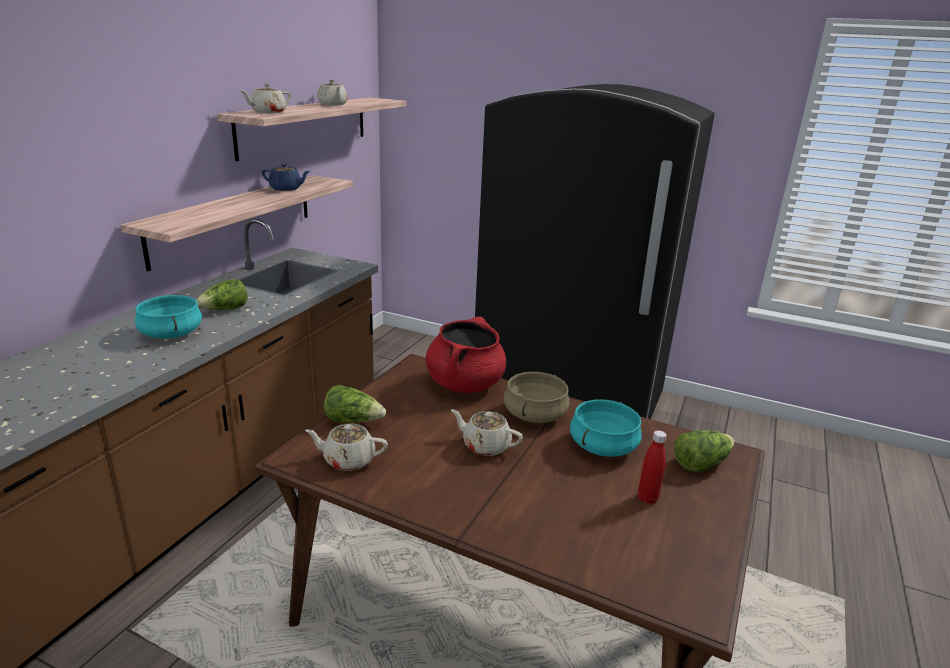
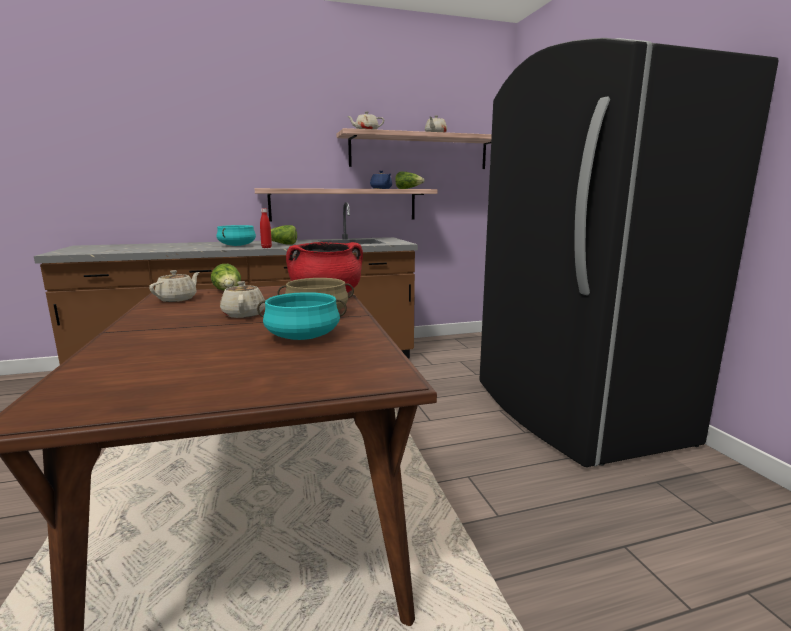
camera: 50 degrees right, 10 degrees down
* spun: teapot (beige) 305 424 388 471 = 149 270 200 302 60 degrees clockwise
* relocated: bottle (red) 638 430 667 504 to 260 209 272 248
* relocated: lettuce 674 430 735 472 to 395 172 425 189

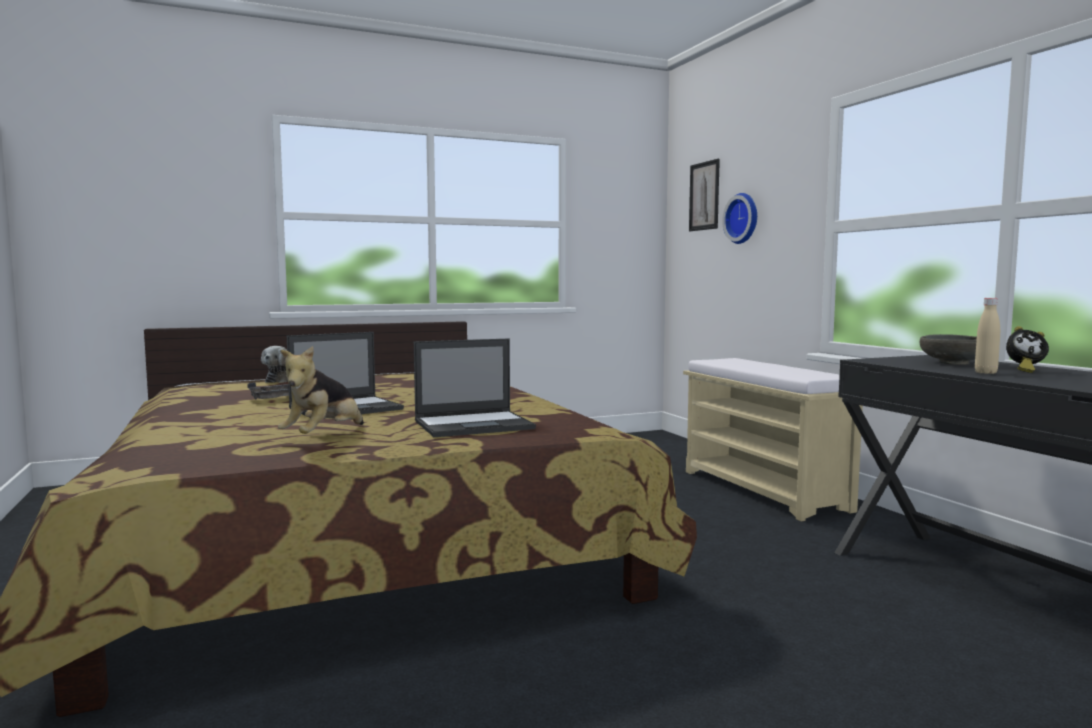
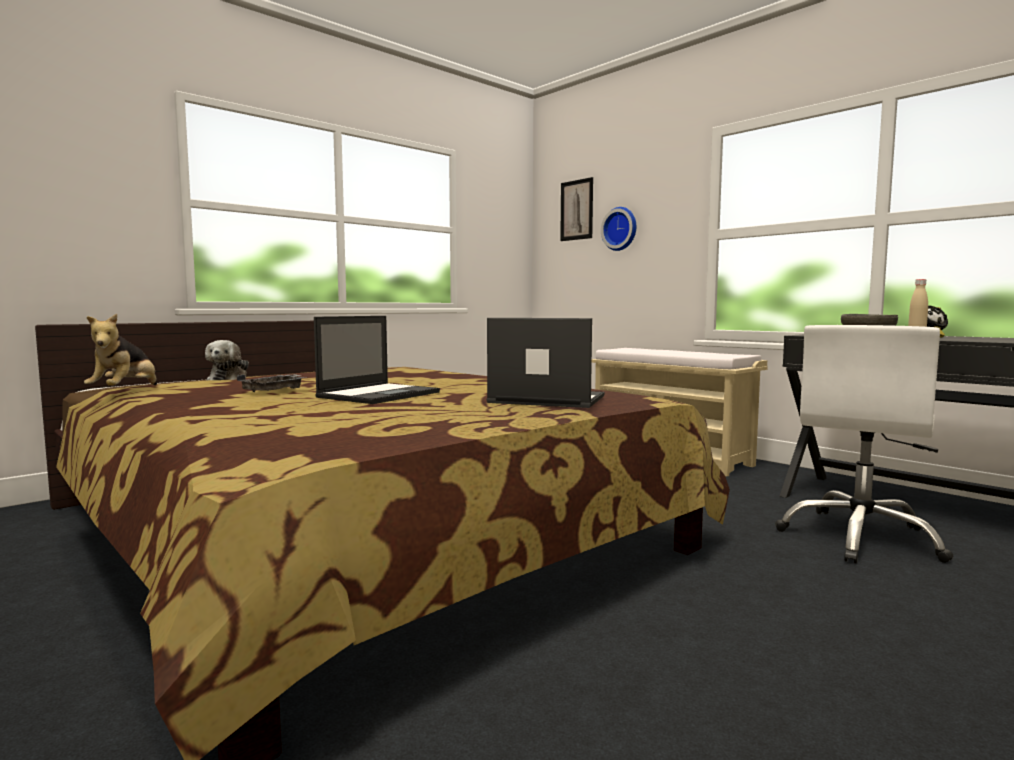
camera: 20 degrees left, 0 degrees up
* spun: laptop 414 338 536 437 = 487 318 605 408 120 degrees counterclockwise
* relocated: plush toy 278 346 364 434 to 84 314 157 386
* appeared: office chair (white) 775 325 953 563

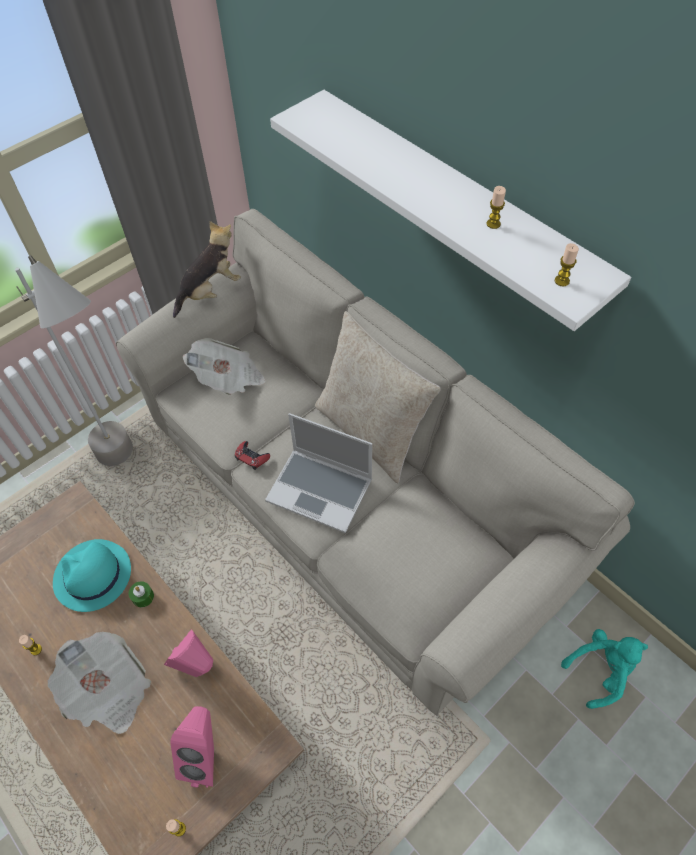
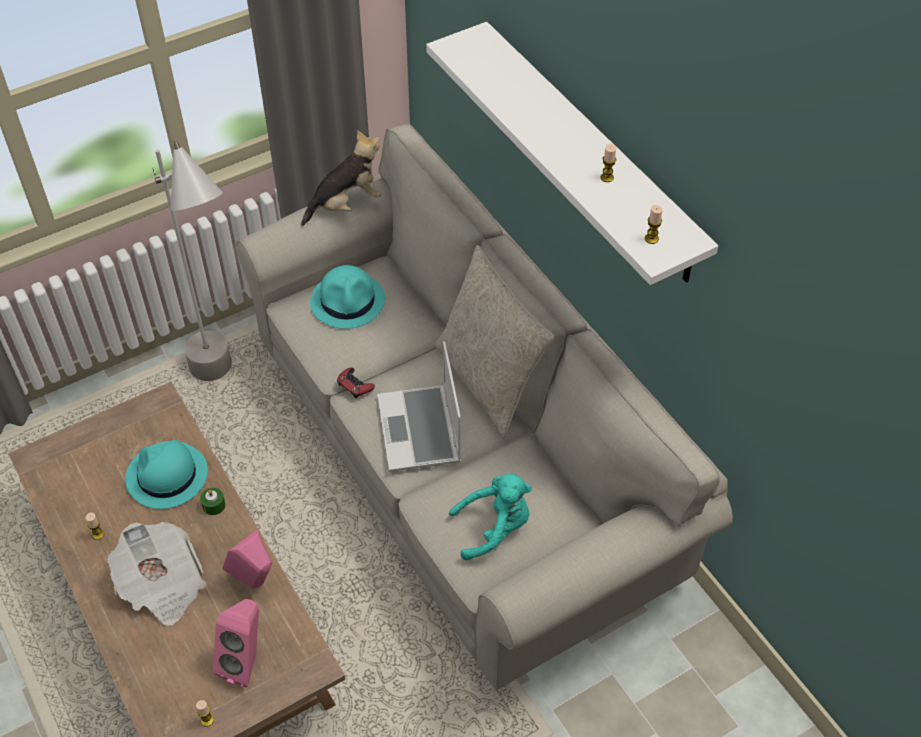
camera: 10 degrees right, 5 degrees down
* exchanged: newspaper 183 338 266 395 to hat (turquoise) 310 265 385 329
* spun: laptop 265 413 372 533 = 377 341 461 472 45 degrees clockwise
* relocated: plush toy (turquoise) 561 629 648 709 to 449 474 532 560

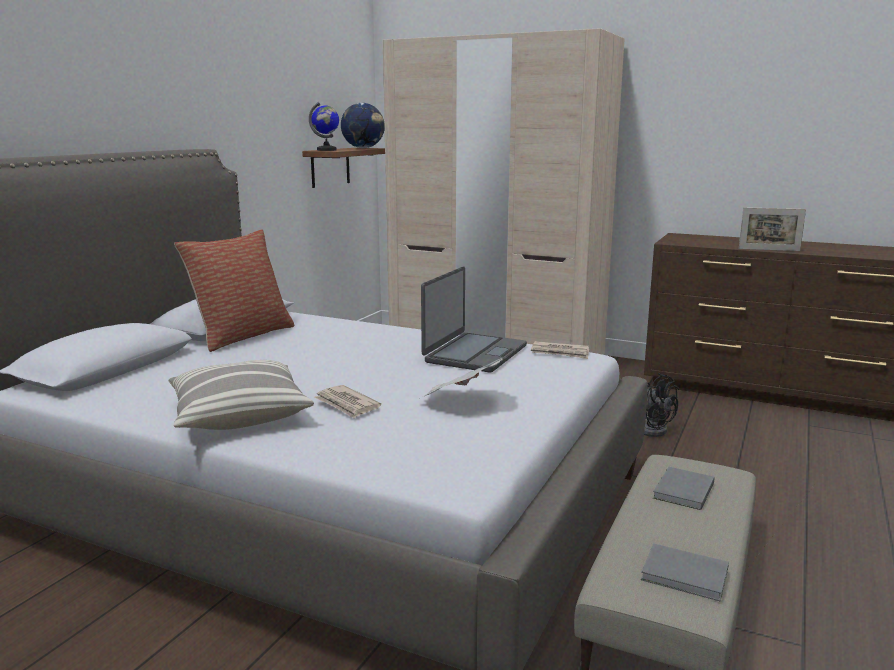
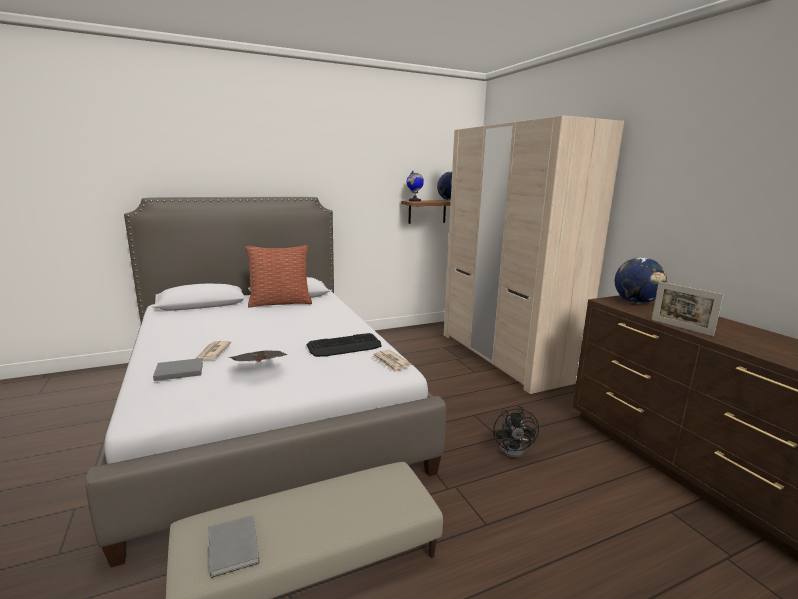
camera: 40 degrees right, 0 degrees up
* exchanged: laptop 421 266 527 373 to keyboard 307 333 382 357
* missing: pillow 168 360 314 430
* relocated: book (grey) 653 467 715 510 to 153 358 203 381
* appeared: globe 615 257 667 304

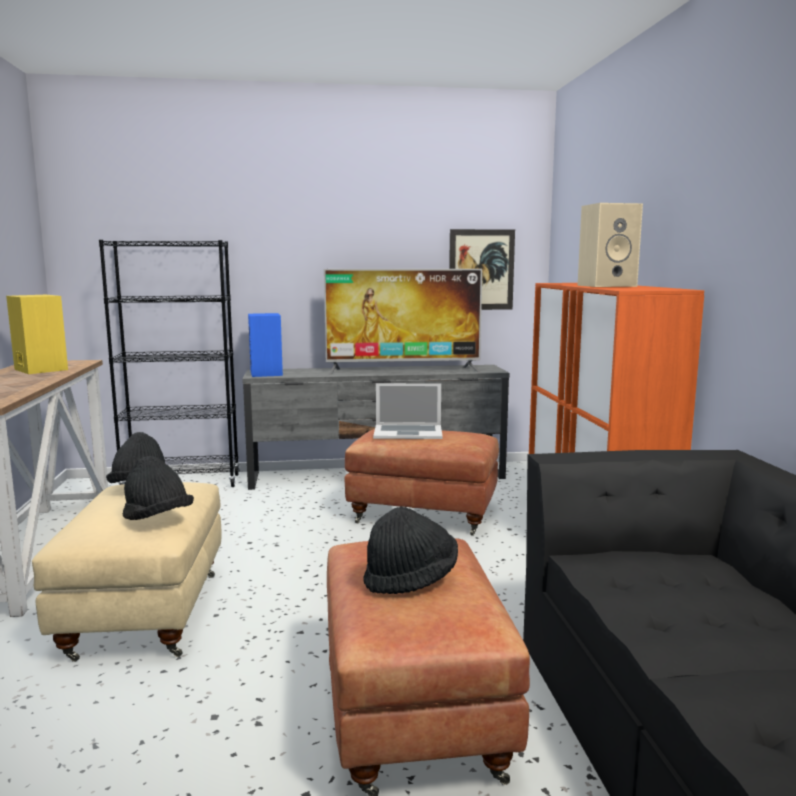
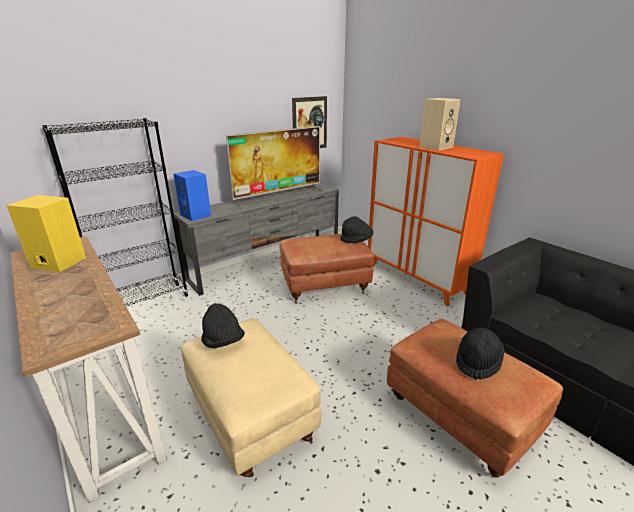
camera: 30 degrees left, 15 degrees up
* missing: laptop 373 383 443 439
* relocated: hat (black) 123 456 194 520 to 341 216 373 243

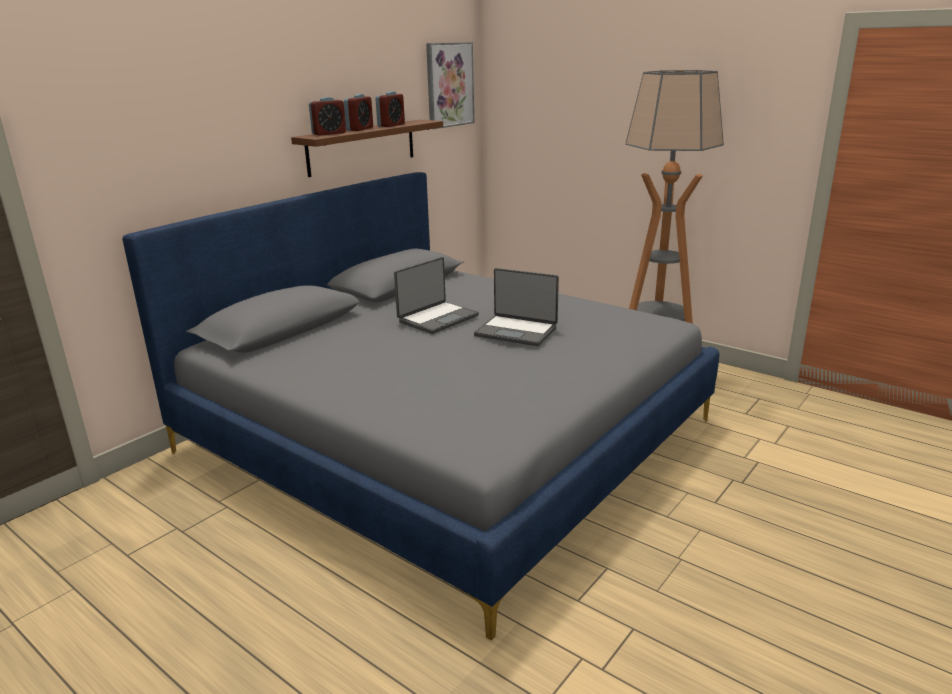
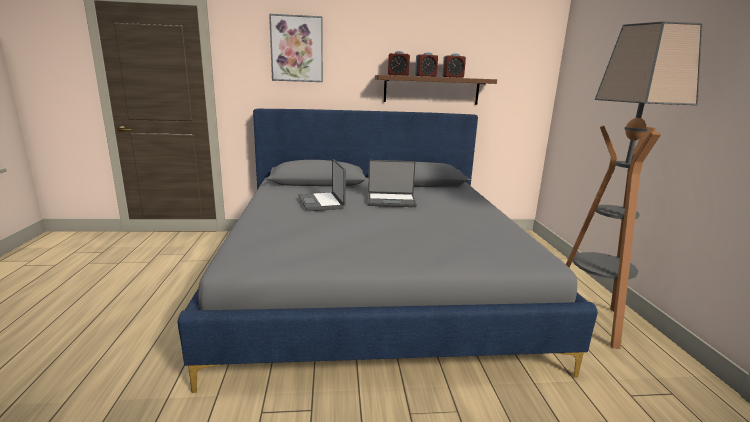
camera: 45 degrees right, 5 degrees down
* relocated: picture 426 42 474 129 to 269 14 323 82
* relocated: laptop 474 268 559 346 to 298 159 346 211

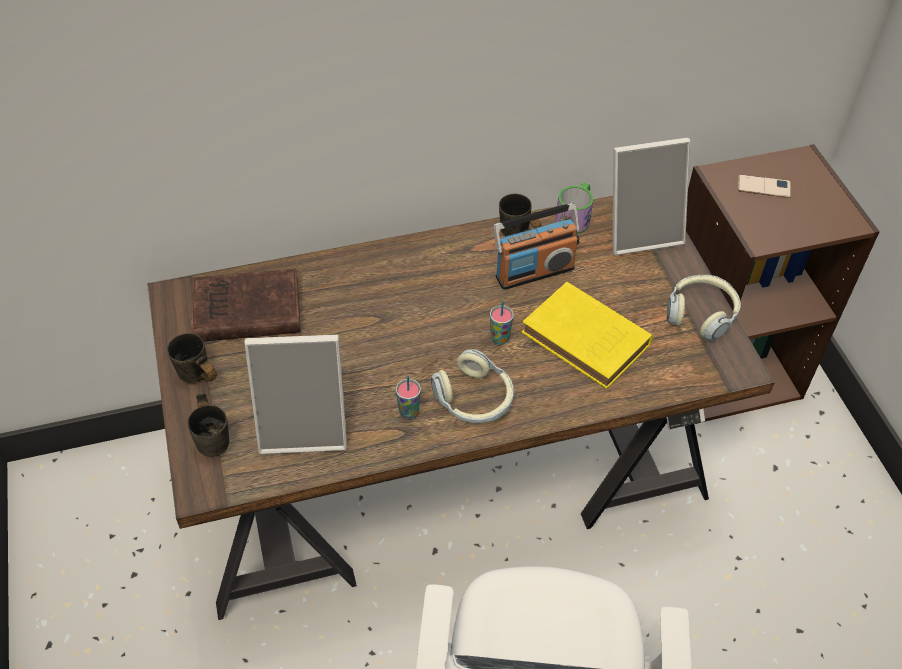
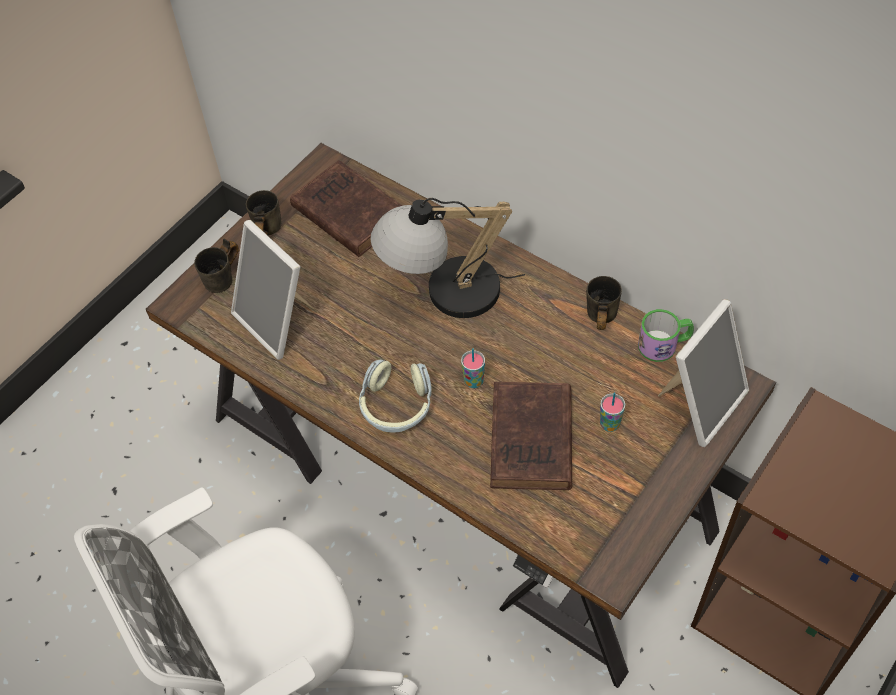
camera: 55 degrees right, 5 degrees up
* spun: picture frame 612 138 690 256 = 658 299 749 447 90 degrees counterclockwise
* missing: phone 738 174 791 198
* missing: radio 493 203 579 290
* missing: headphones 667 275 741 341
* colour: book (yellow) 521 282 653 389 to book (brown) 490 382 572 490
* relocated: cup 396 376 421 419 to 600 392 625 432
* appeared: table lamp 371 198 525 318

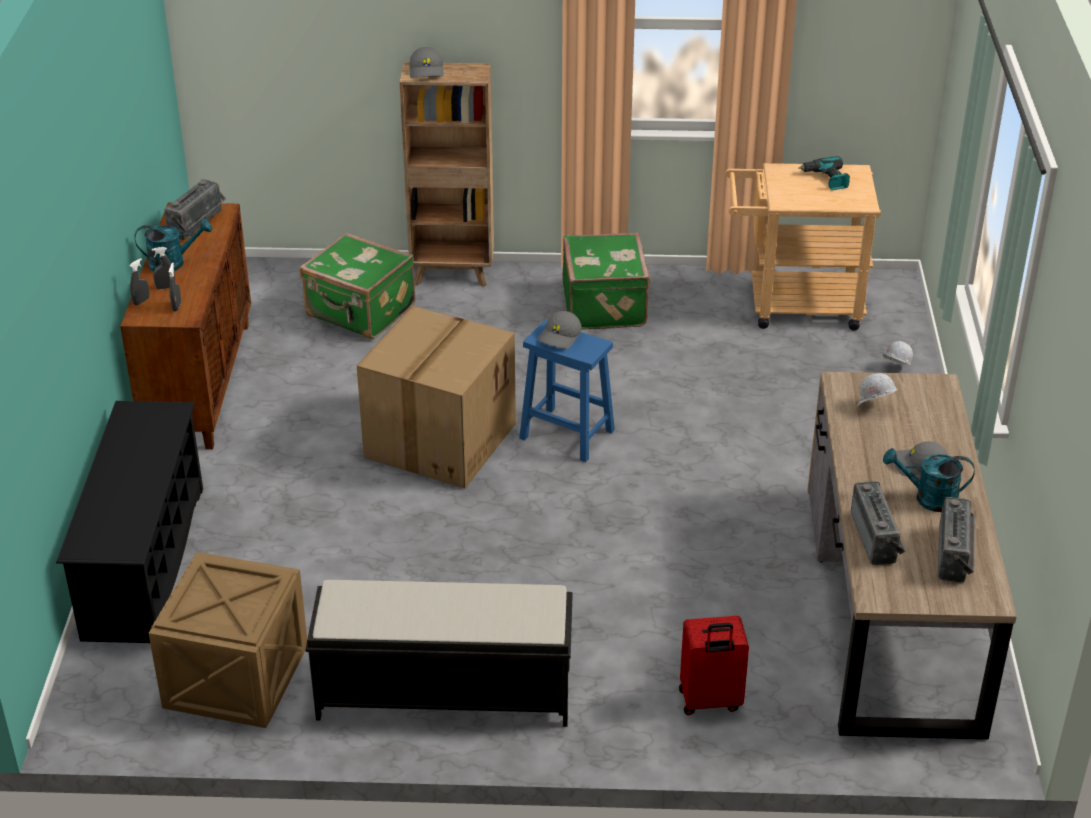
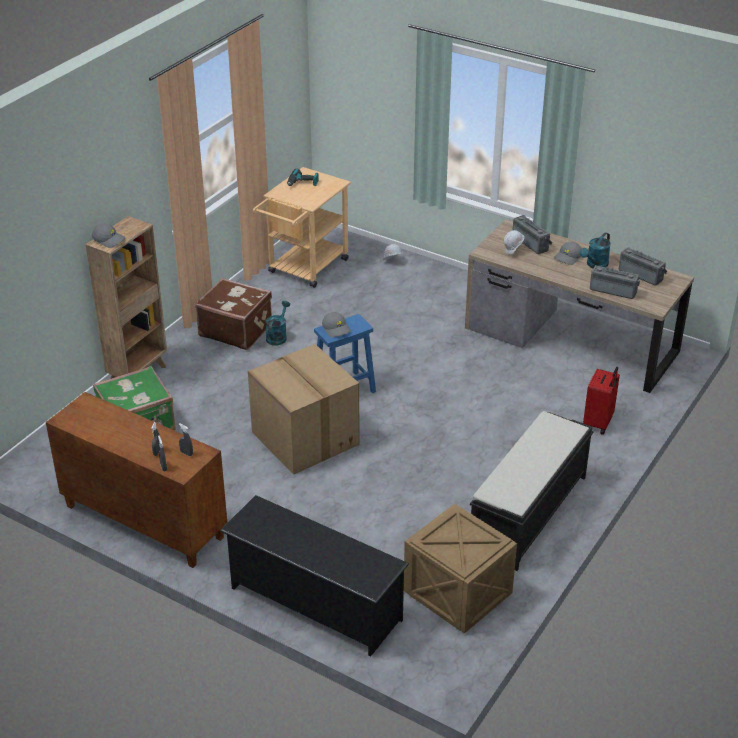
camera: 60 degrees left, 0 degrees up
* relocated: radio 164 179 226 240 to 512 215 553 254
* relocated: watering can (turquoise) 135 219 212 272 to 266 301 290 346
* colour: suitcase (green) 562 233 651 329 to suitcase (brown) 195 278 272 350

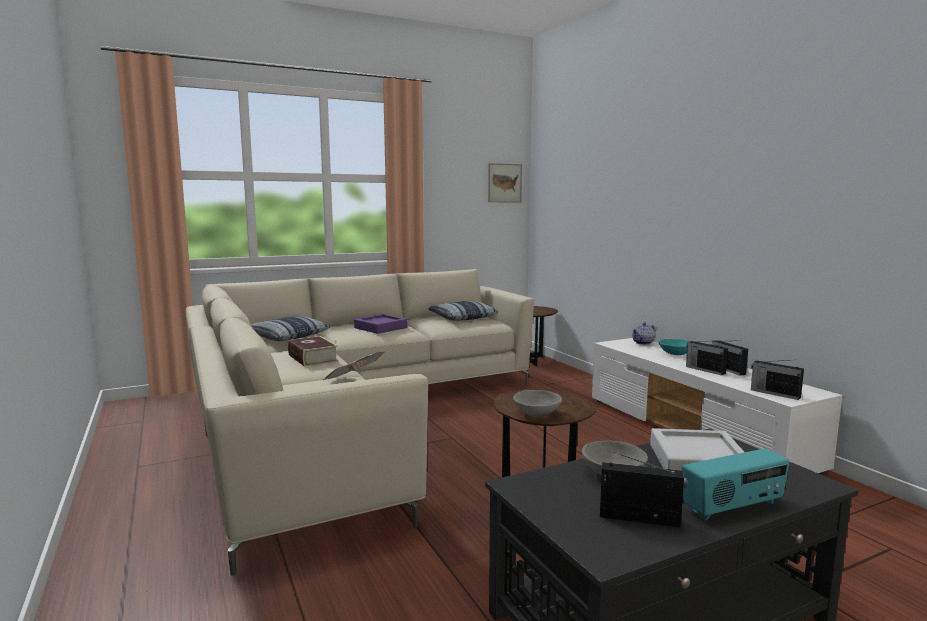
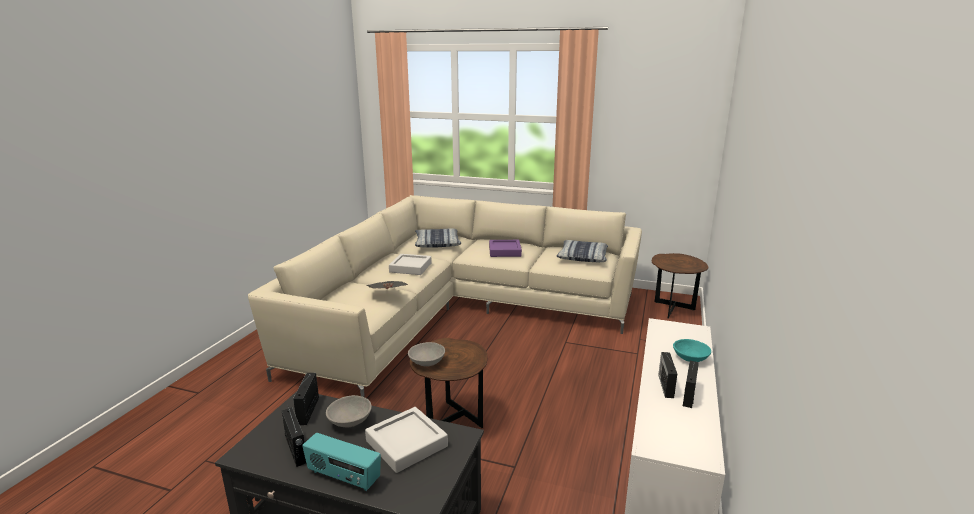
camera: 45 degrees right, 10 degrees up
* missing: picture 488 163 522 202
* missing: teapot 632 322 655 345
* exchanged: book 288 336 339 367 to tray (grey) 389 254 432 275
* relocated: radio 751 360 804 400 to 293 373 319 425

